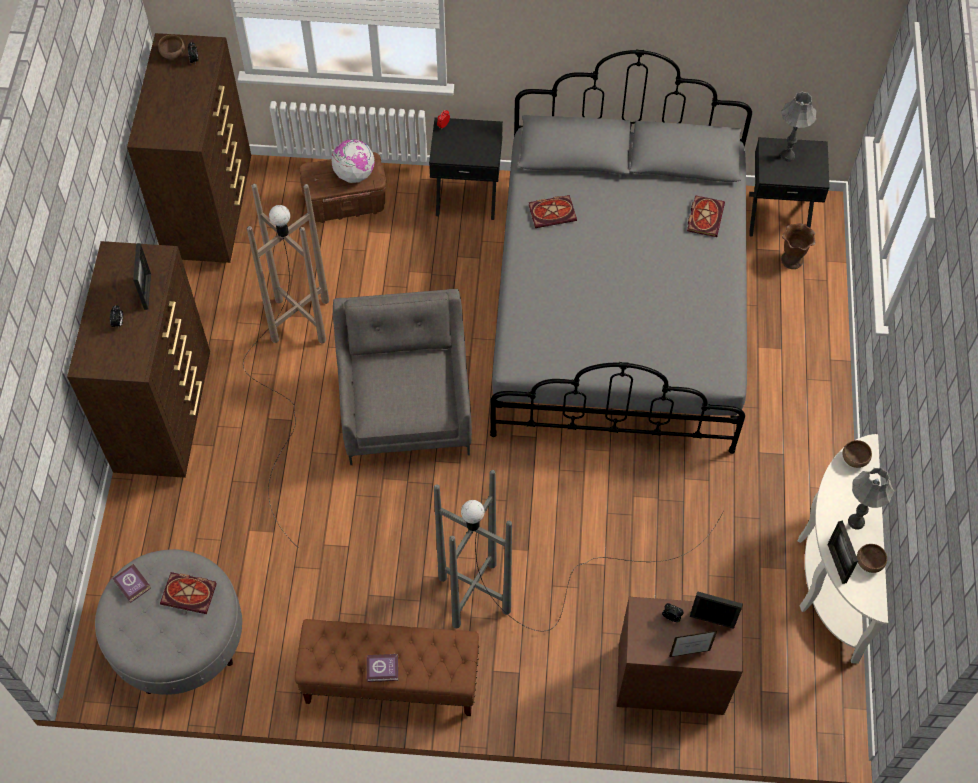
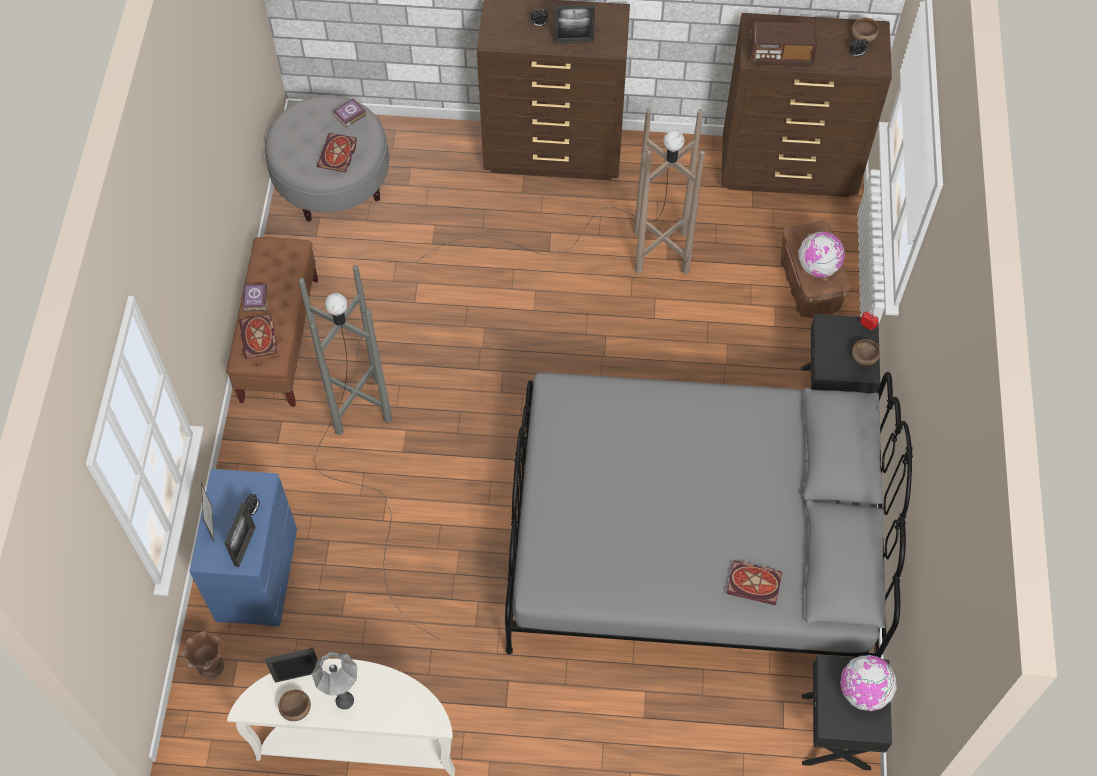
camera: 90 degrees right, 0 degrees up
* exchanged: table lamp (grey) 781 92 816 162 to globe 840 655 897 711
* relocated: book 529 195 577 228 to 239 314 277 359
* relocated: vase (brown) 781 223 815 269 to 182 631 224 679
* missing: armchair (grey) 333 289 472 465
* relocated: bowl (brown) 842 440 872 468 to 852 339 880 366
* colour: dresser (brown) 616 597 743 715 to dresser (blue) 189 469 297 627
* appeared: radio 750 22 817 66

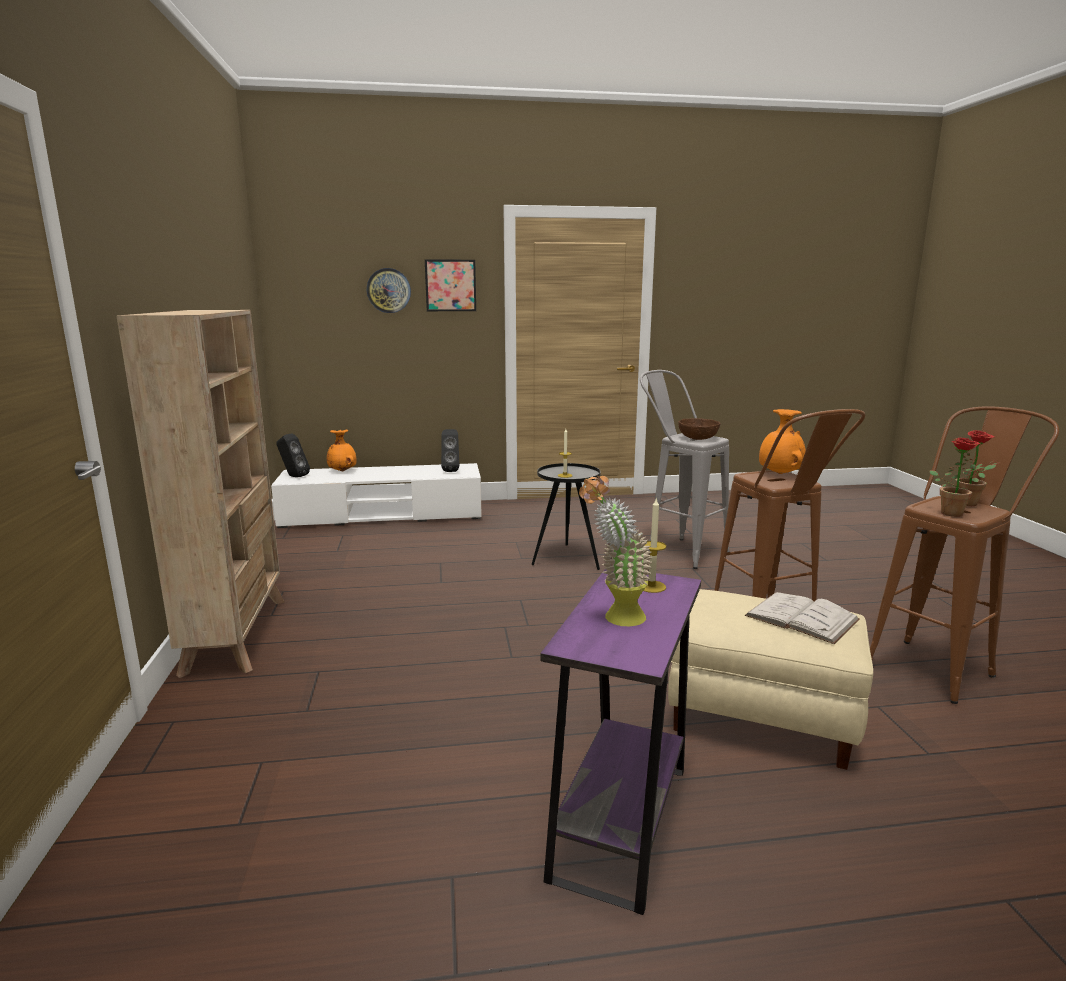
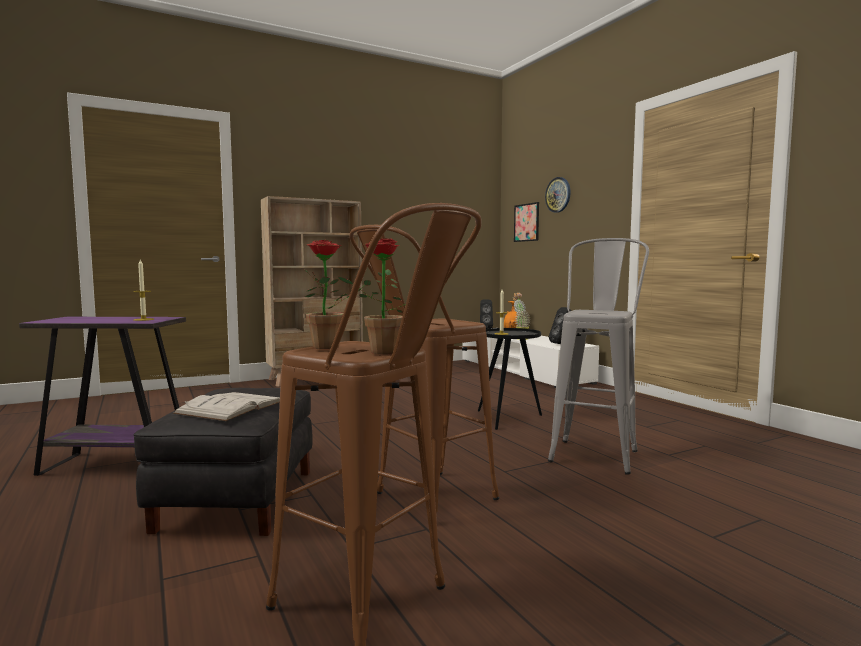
camera: 70 degrees right, 10 degrees down
* relocated: picture 425 259 476 311 to 514 202 539 242
* missing: vase (orange) 759 409 806 474
* missing: bowl (brown) 678 418 721 440
* relocated: potted plant 579 475 653 626 to 513 293 530 340
* colour: ottoman (beige) 668 589 873 770 to ottoman (black) 133 388 313 536

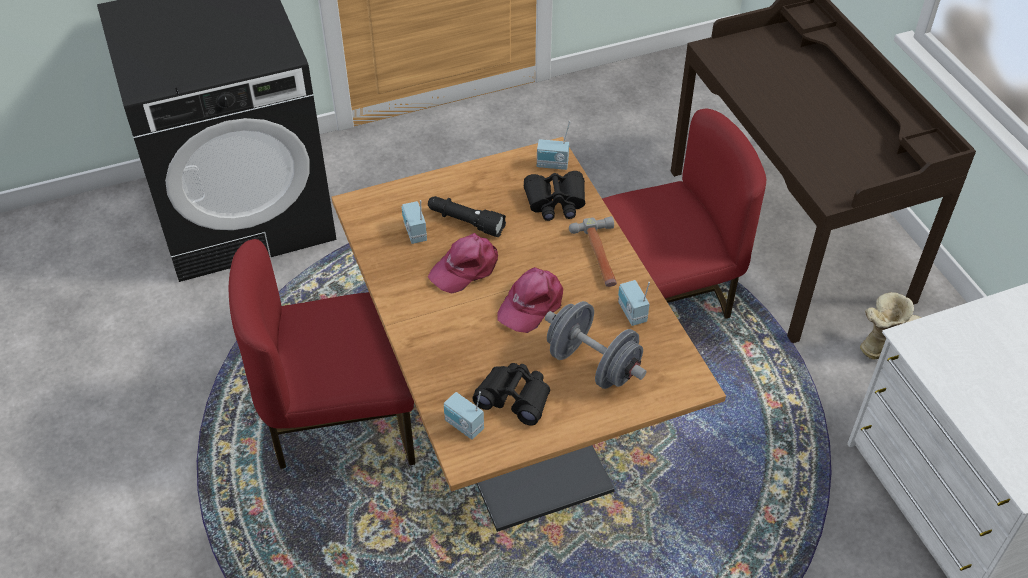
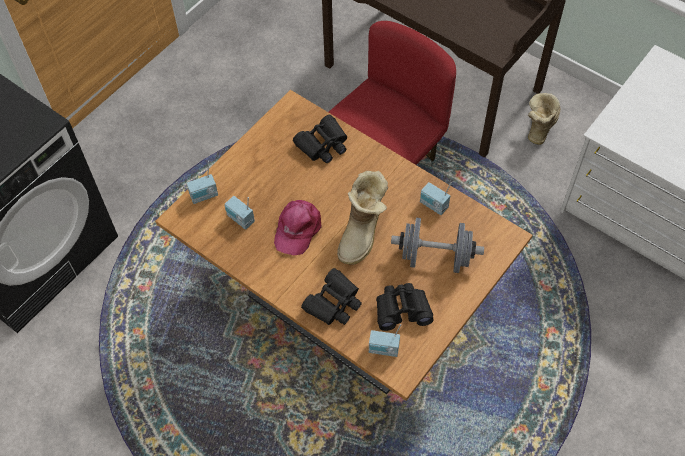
camera: 30 degrees left, 10 degrees up
* relocated: radio 537 121 570 170 to 187 161 218 204
* missing: flashlight (black) 428 196 506 237
* missing: hammer 569 216 617 287
* missing: chair (red) 229 239 415 469
* exchanged: cap (pink) 497 267 563 333 to boot 337 171 388 265
* appeared: binoculars (black) 301 268 362 325

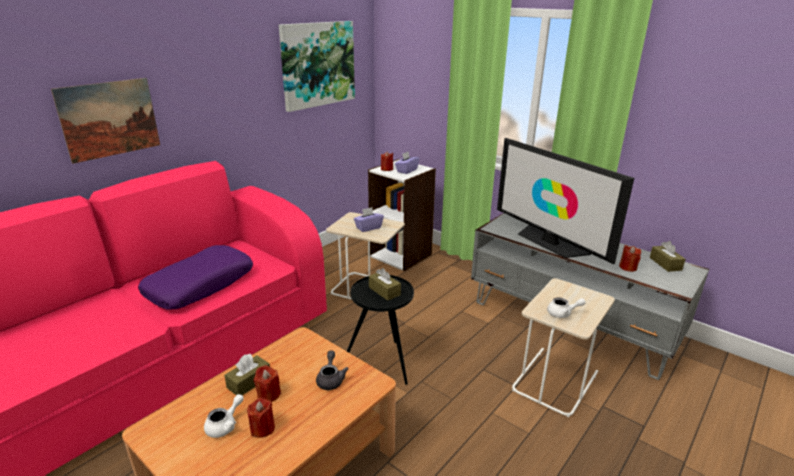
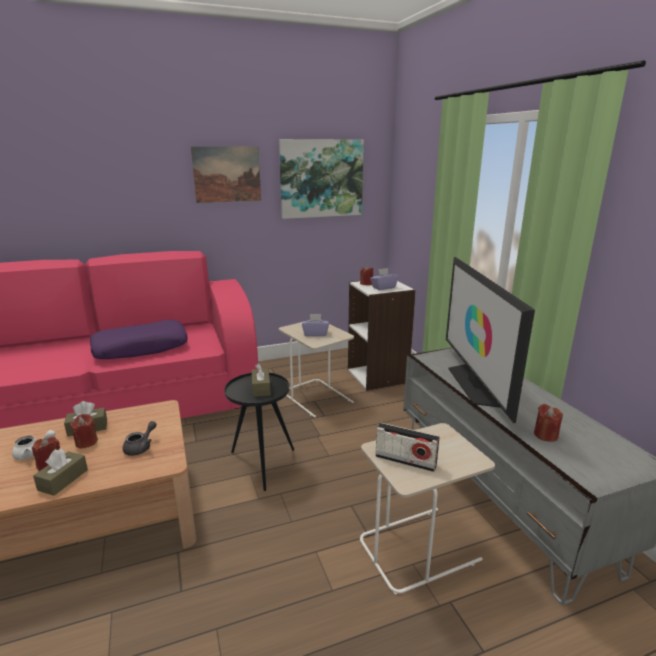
camera: 30 degrees right, 5 degrees down
* relocated: picture 51 78 160 164 to 191 146 261 203
* relocated: tissue box (brown) 650 241 686 272 to 33 449 88 496
* exchanged: teapot (white) 547 297 586 318 to radio 375 423 439 472

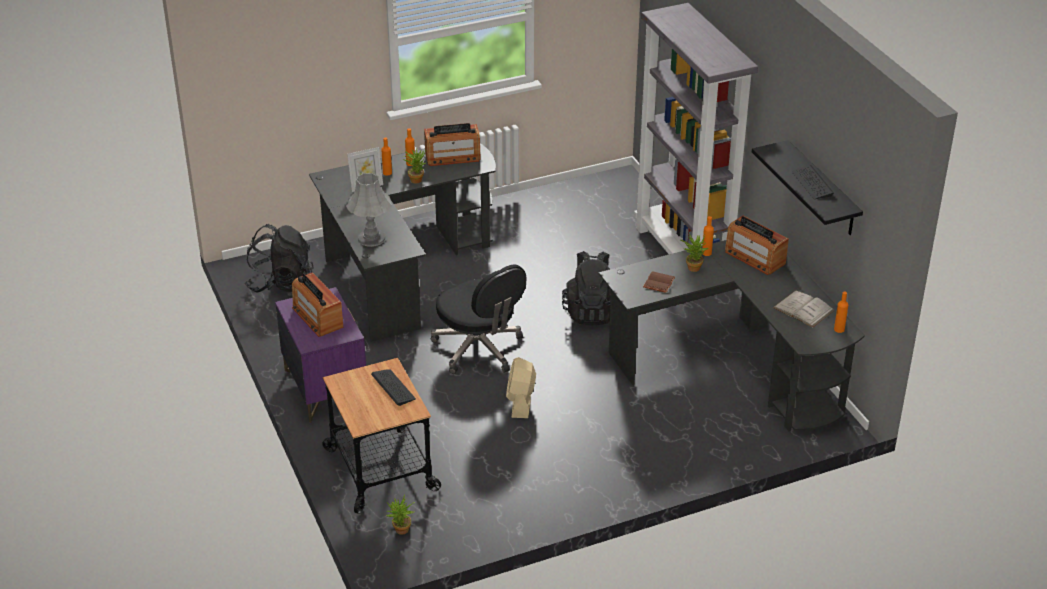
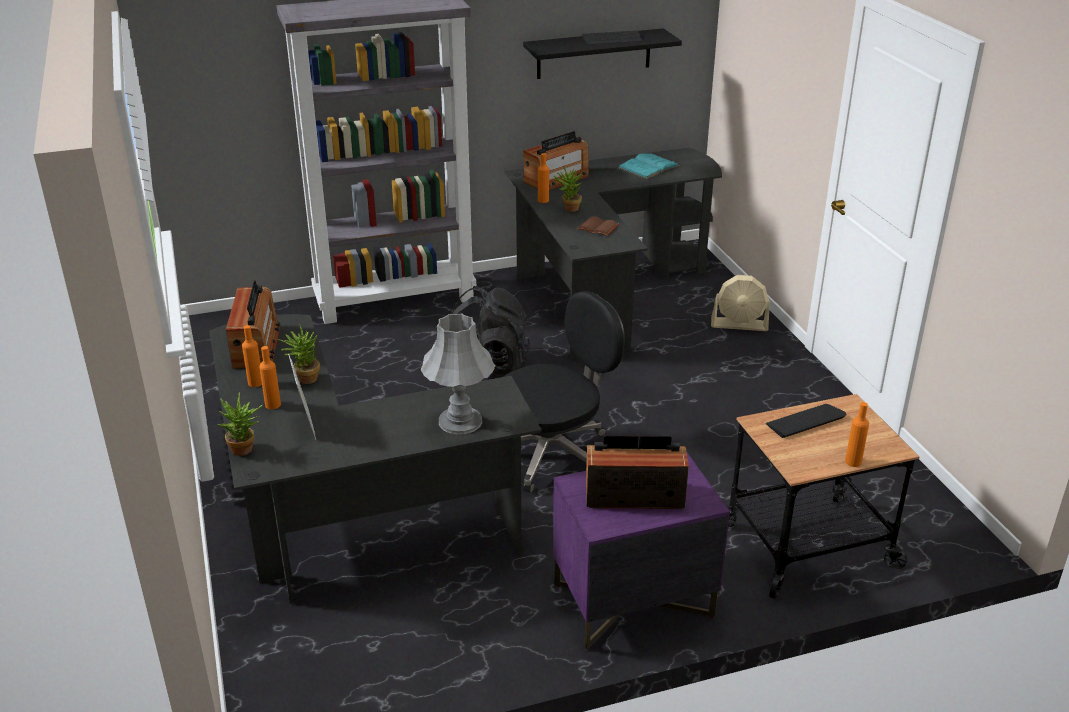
camera: 85 degrees left, 5 degrees down
* missing: backpack (black) 245 224 314 293
* spun: radio 292 272 343 337 = 586 435 689 509 150 degrees counterclockwise
* colour: book (white) 773 290 835 328 to book (turquoise) 618 153 680 179
* relocated: bottle (orange) 834 292 848 333 to 845 402 869 467
* relocated: fan (beige) 506 357 536 418 to 711 275 770 331
* relocated: potted plant 386 495 415 535 to 218 392 263 456

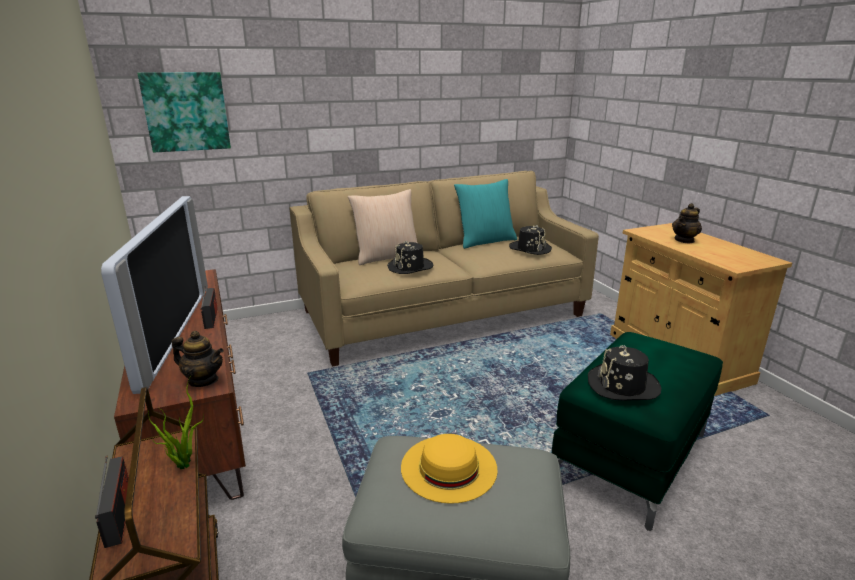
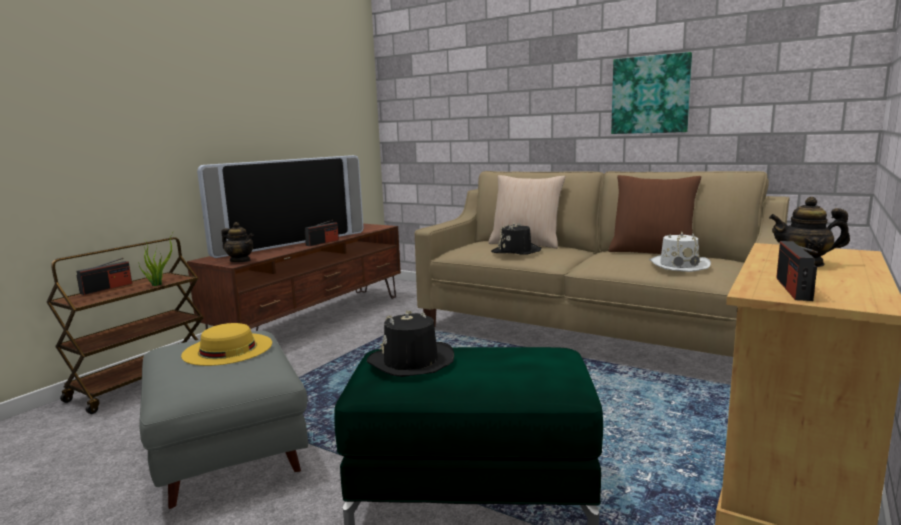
camera: 55 degrees right, 10 degrees down
* relocated: picture 137 72 231 152 to 611 52 692 134
* colour: pillow (turquoise) 454 179 517 249 to pillow (brown) 609 175 702 254
* colour: hat (black) 509 225 552 255 to hat (white) 649 232 711 272
* spun: teapot 172 331 224 387 = 221 222 254 262 45 degrees counterclockwise
* appeared: radio 776 241 818 301

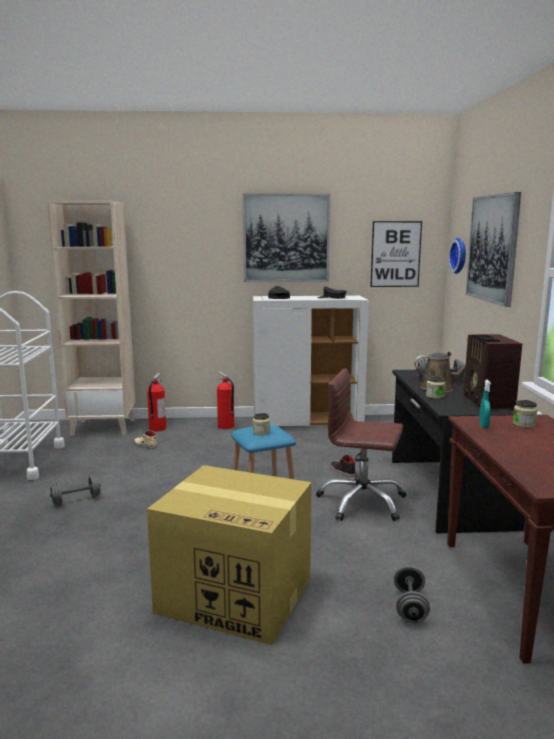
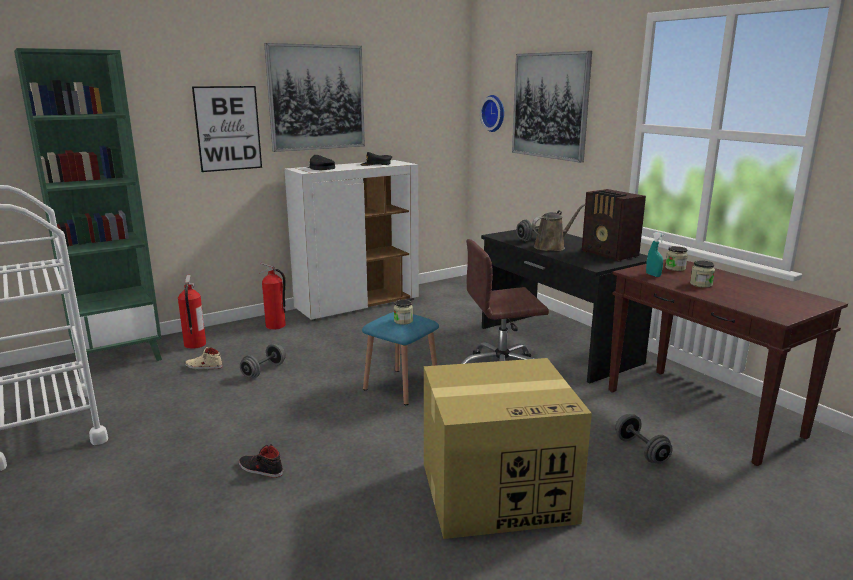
camera: 30 degrees left, 5 degrees up
* colour: bookcase (beige) 47 201 135 436 to bookcase (green) 14 48 162 362
* relocated: picture 370 221 422 287 to 192 86 262 172
* relocated: jar 426 376 445 399 to 690 260 715 288
* relocated: shoe (black) 330 455 356 477 to 239 444 283 478
* relocated: dumbbell (grey) 50 475 101 505 to 240 344 286 378

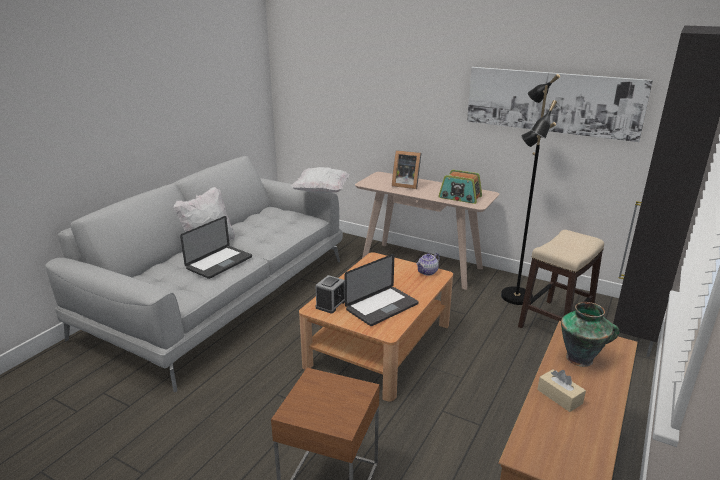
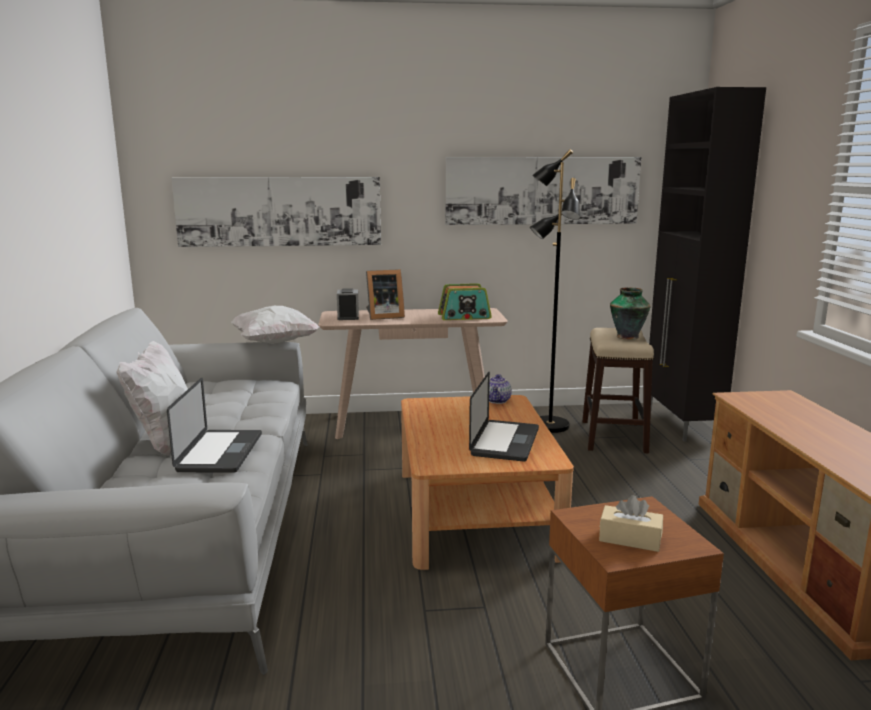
camera: 35 degrees left, 10 degrees down
* relocated: alarm clock 315 275 345 313 to 337 288 359 320
* relocated: vase 561 302 619 367 to 610 287 651 340
* relocated: tissue box (beige) 537 369 586 412 to 599 495 663 552
* appeared: picture 171 177 381 247

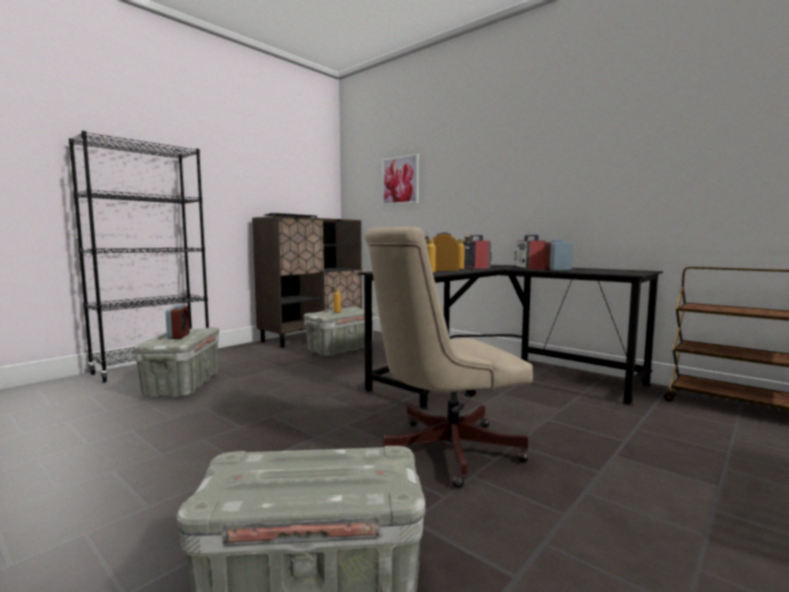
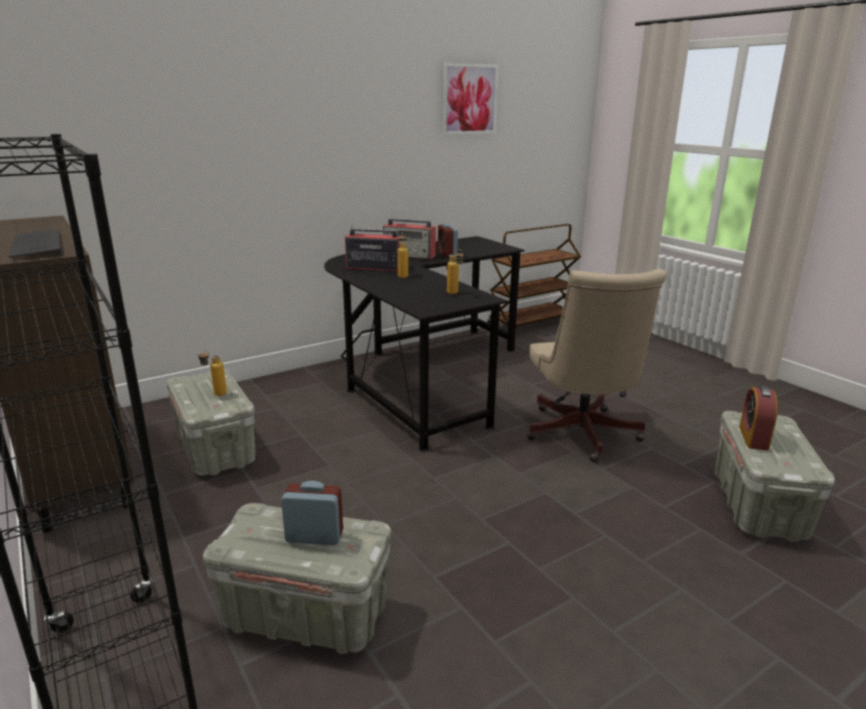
camera: 75 degrees left, 15 degrees up
* relocated: picture 382 153 419 206 to 442 63 499 135
* relocated: alarm clock 432 232 459 271 to 739 386 778 451

